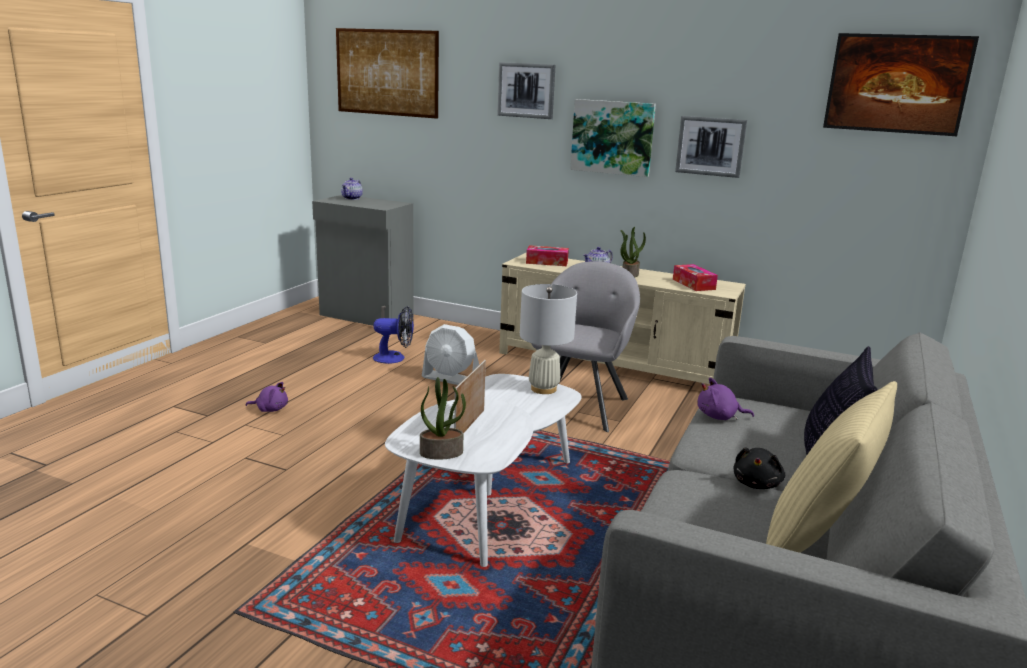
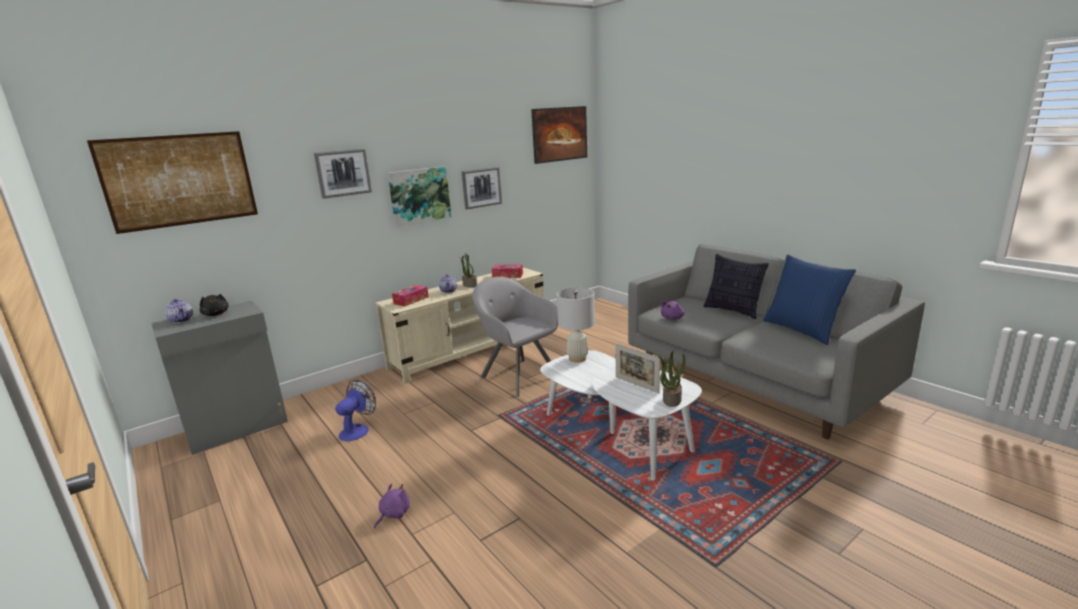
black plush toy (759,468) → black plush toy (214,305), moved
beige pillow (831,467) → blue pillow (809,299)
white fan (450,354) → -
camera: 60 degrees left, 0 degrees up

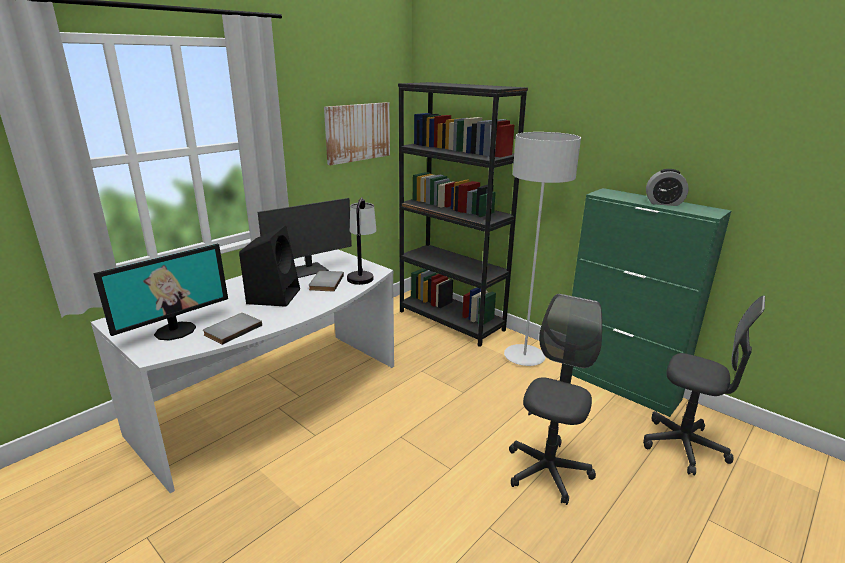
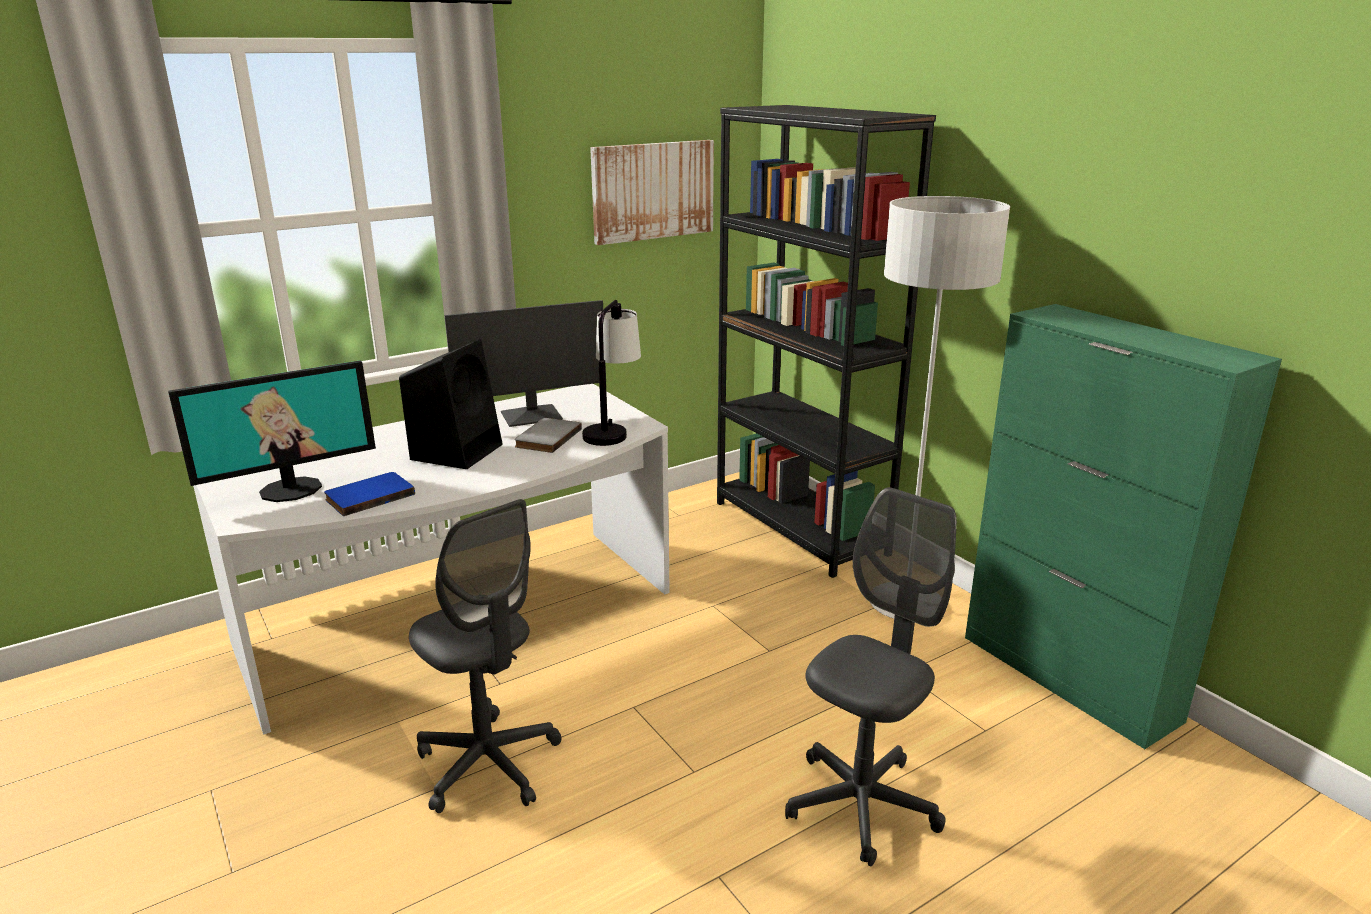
grey book (232,329) → blue book (369,494)
grey office chair (704,385) → grey office chair (485,656), moved
alarm clock (667,187) → -
camera: 15 degrees right, 0 degrees up

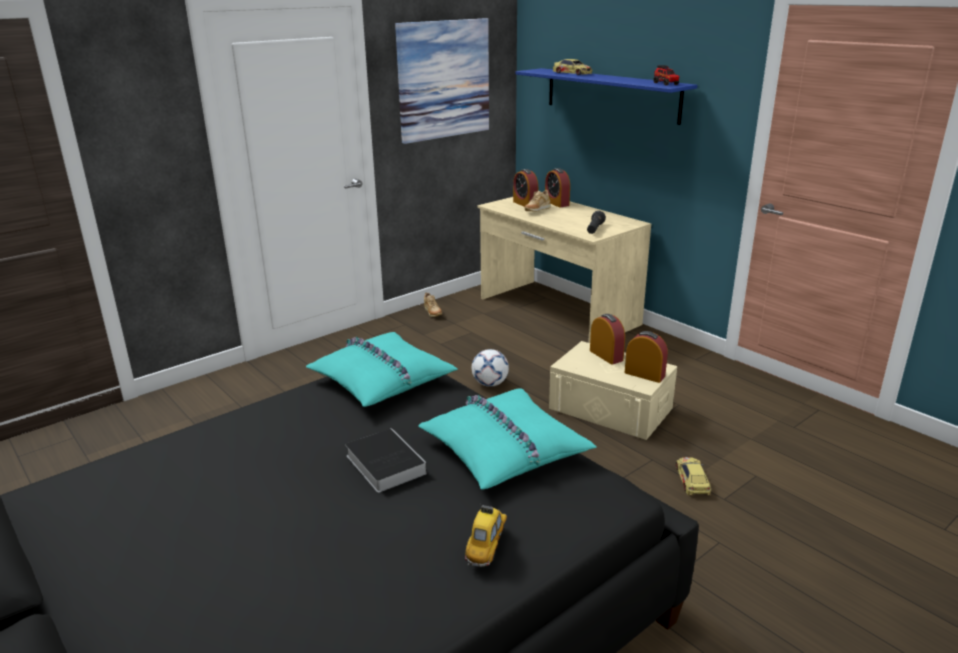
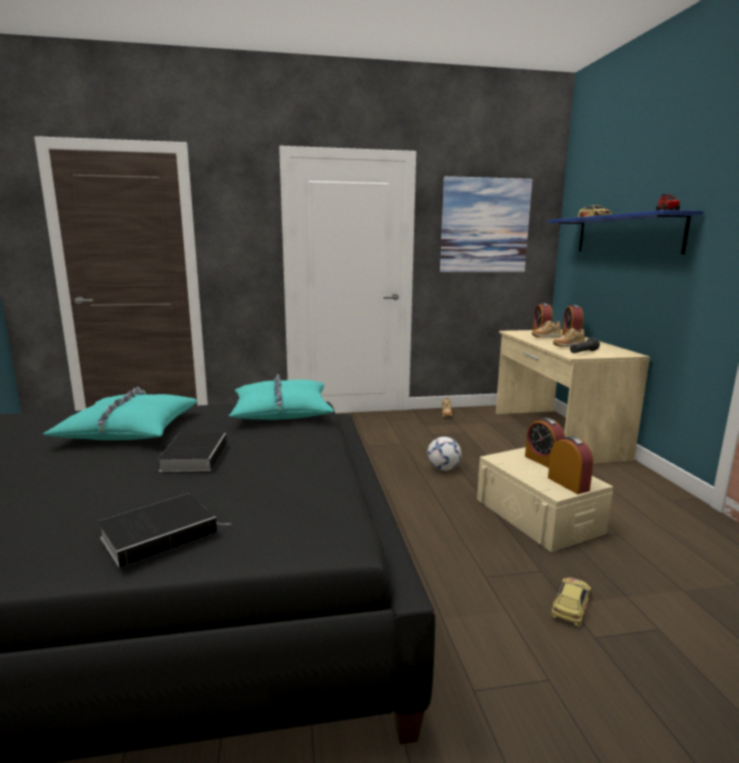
turquoise pillow (507,439) → turquoise pillow (120,413), moved
toy car (486,534) → book (164,531)
alarm clock (607,339) → alarm clock (545,443), 150 degrees clockwise
- → beige shoe (569,337)
camera: 30 degrees right, 10 degrees down

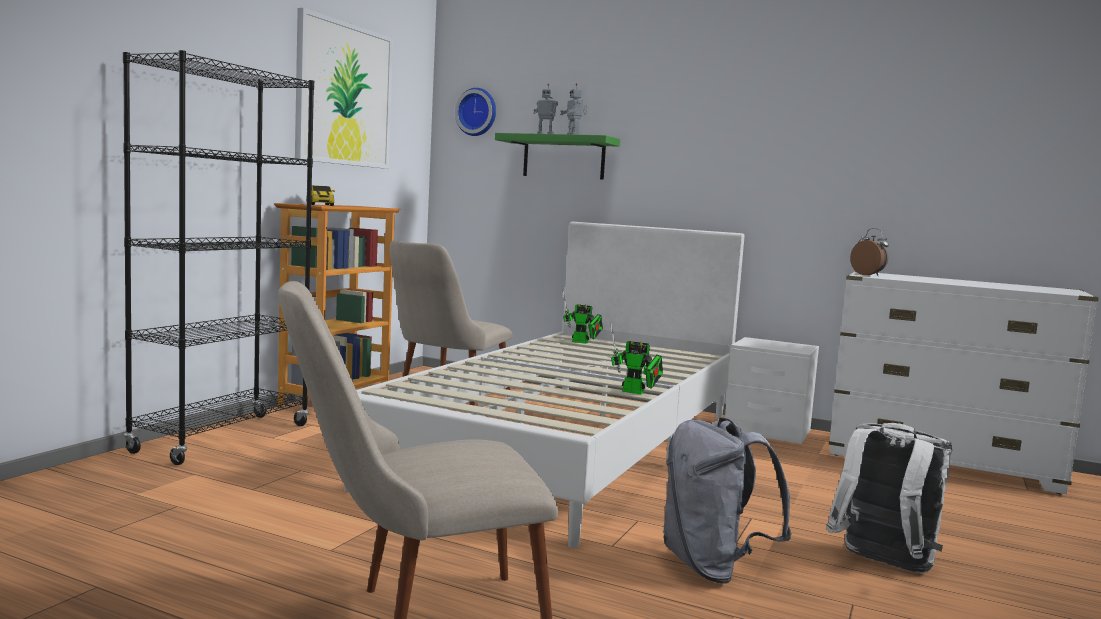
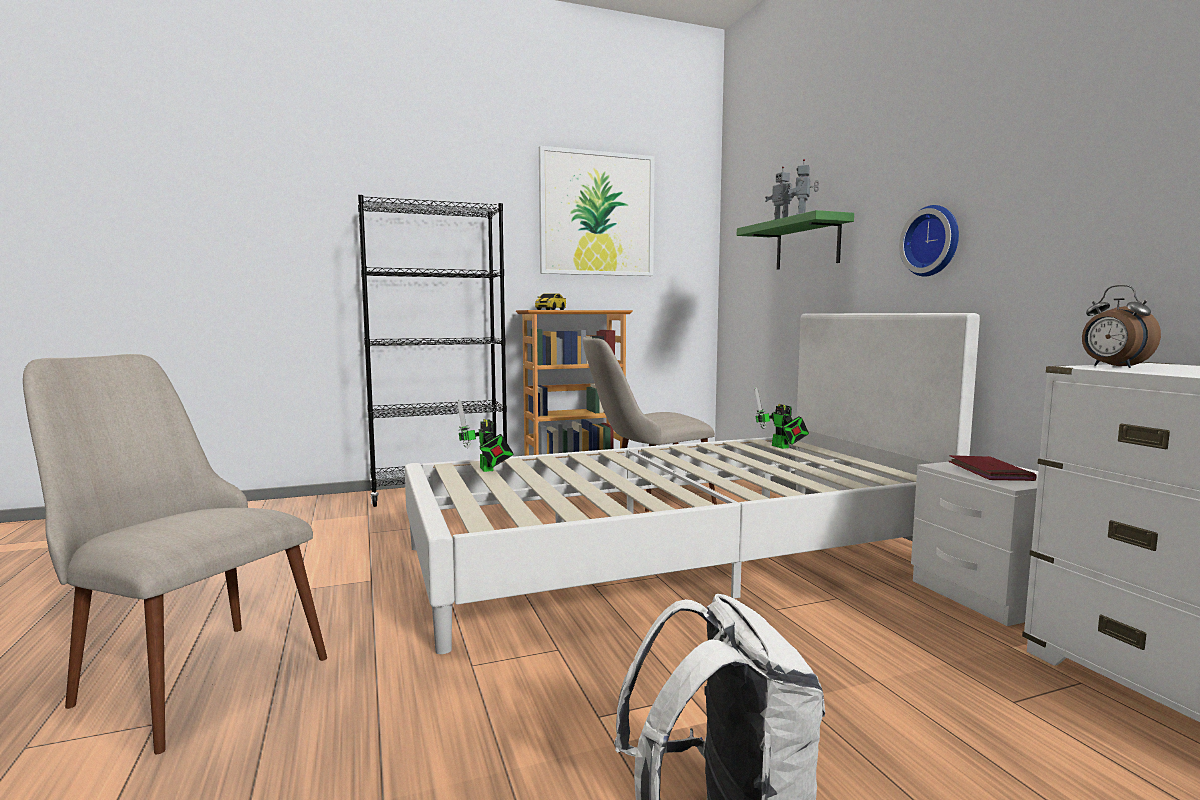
toy robot (636,358) → toy robot (485,436), moved
wall clock (475,112) → wall clock (929,241), moved
- → red book (993,468)
alarm clock (869,252) → alarm clock (1121,326), 150 degrees clockwise
grey backpack (727,500) → -
camera: 45 degrees right, 0 degrees up

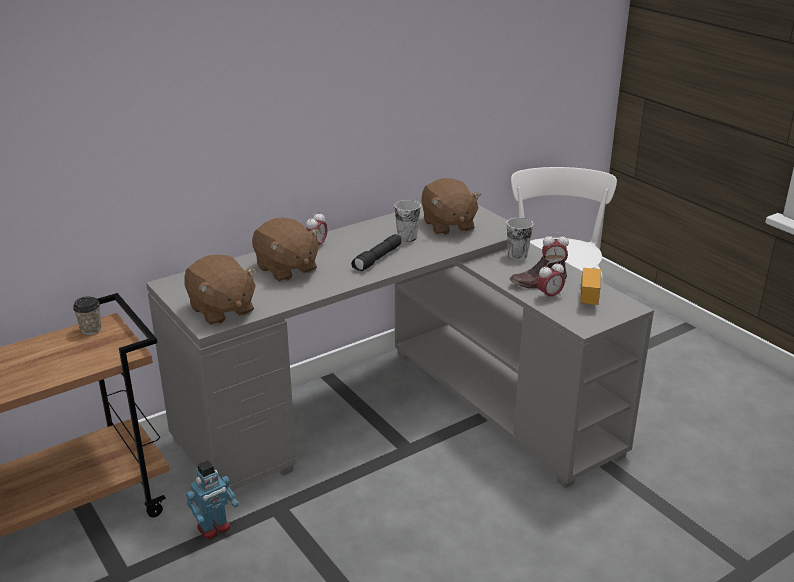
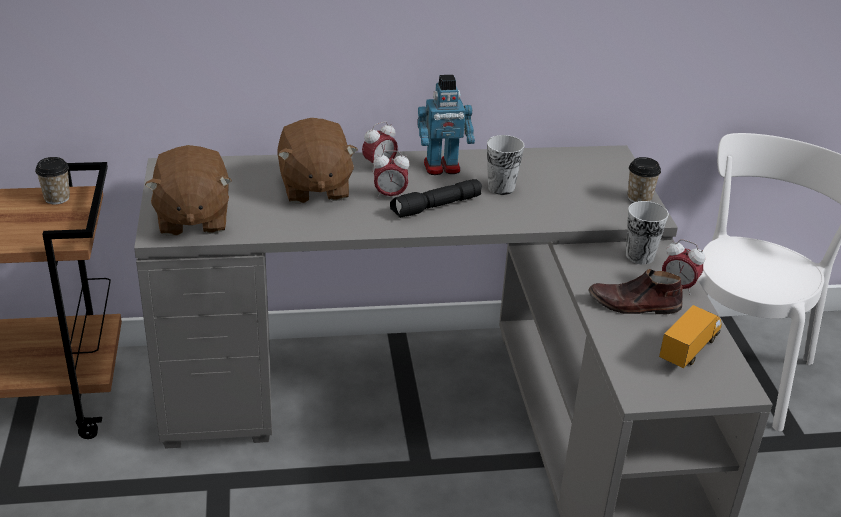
alarm clock (550,281) → alarm clock (391,174), moved
toy robot (212,499) → toy robot (446,125), moved
- → cup (644,180)
brown plush toy (451,206) → -
camera: 25 degrees right, 5 degrees up

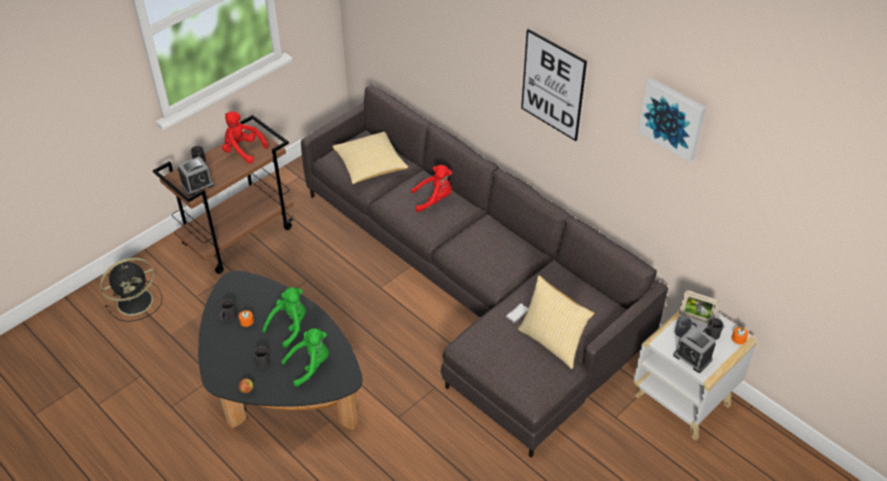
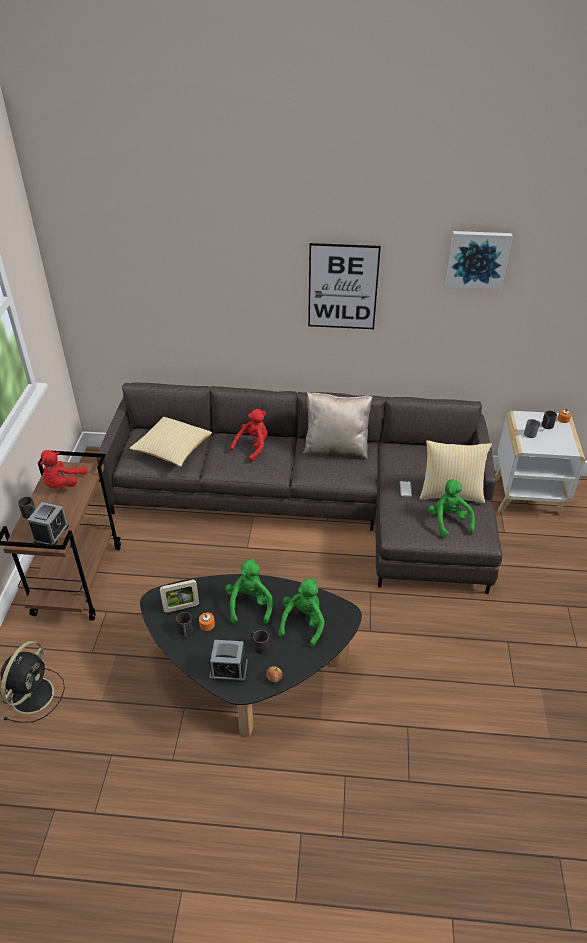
red plush toy (245,137) → red plush toy (64,469), 60 degrees counterclockwise
picture frame (699,306) → picture frame (179,596), moved
alarm clock (694,349) → alarm clock (228,661), moved
- → beige pillow (337,425)
- → green plush toy (451,508)
camera: 40 degrees left, 5 degrees down

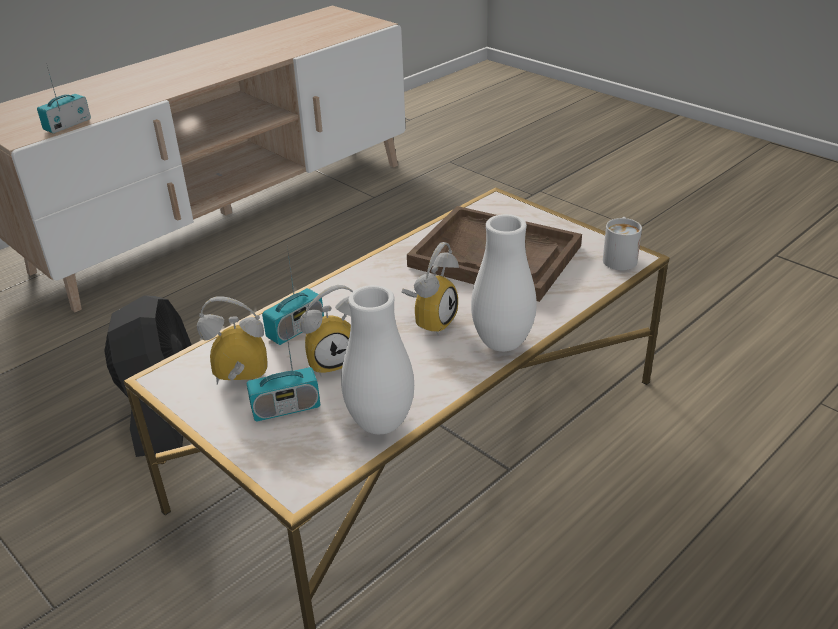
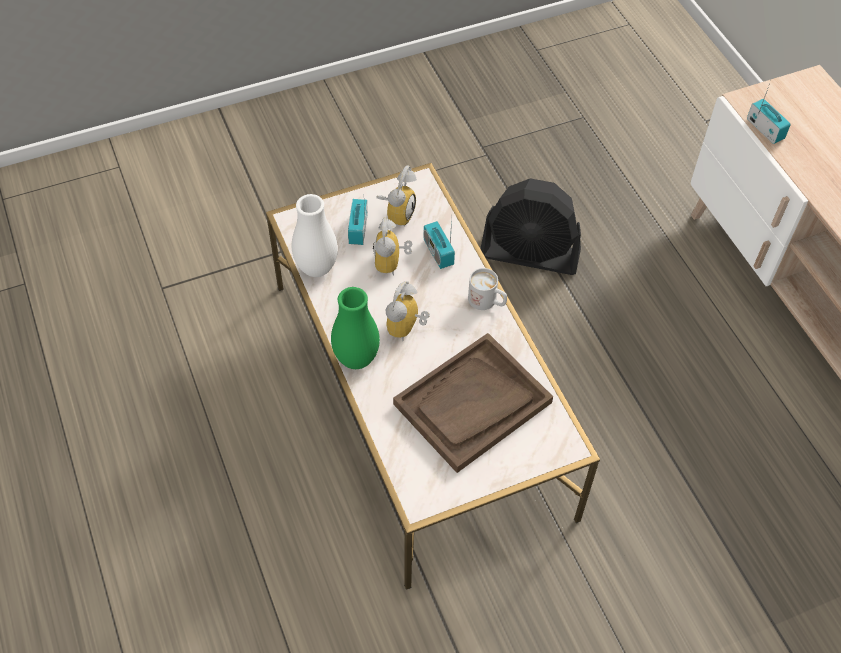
white vase (504,283) → green vase (355,328)
alarm clock (430,289) → alarm clock (408,311), 60 degrees clockwise
white mug (622,243) → white mug (487,289), moved
camera: 110 degrees right, 20 degrees up

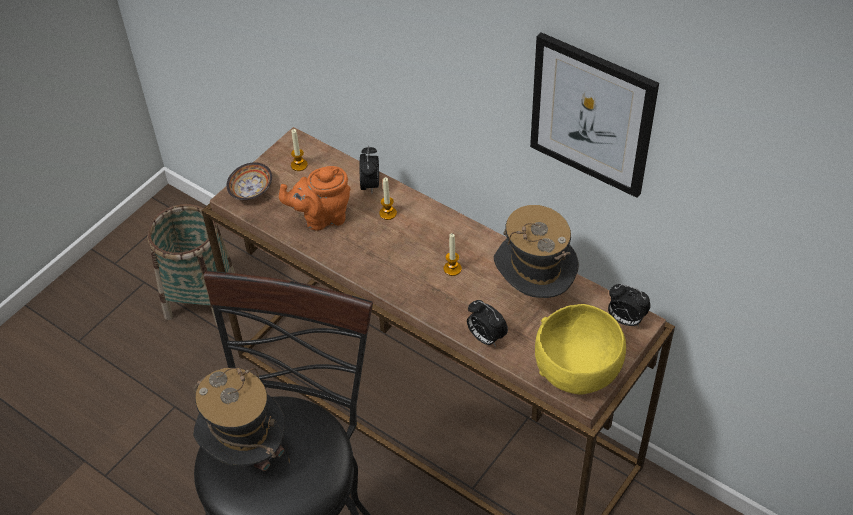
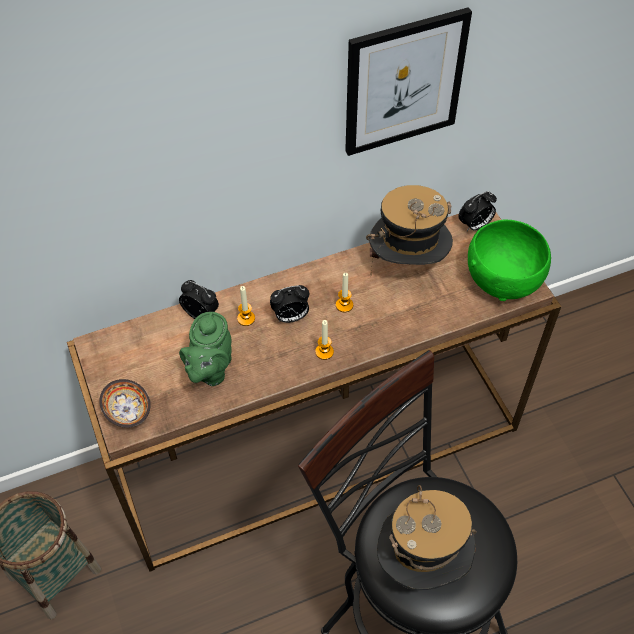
orange teapot (315,198) → green teapot (205,349)
alarm clock (487,323) → alarm clock (289,304), moved
candle (299,150) → candle (324,340), moved
yellow bowl (580,349) → green bowl (509,260)
camera: 60 degrees left, 5 degrees up

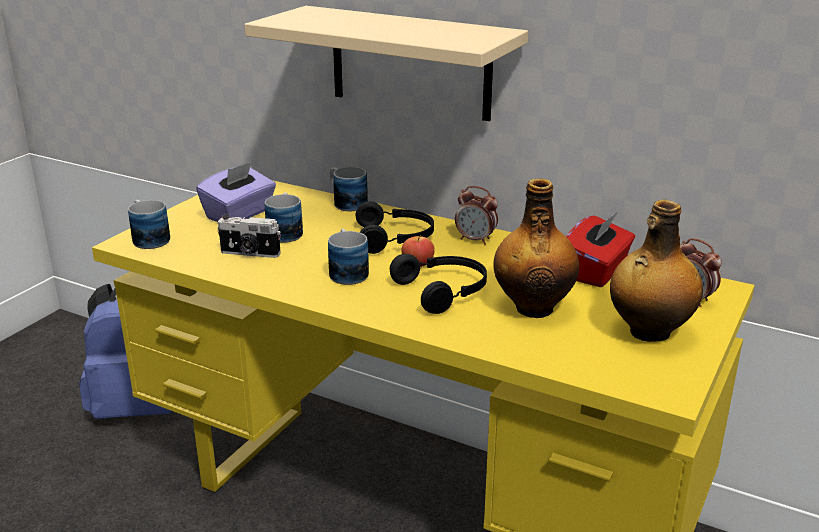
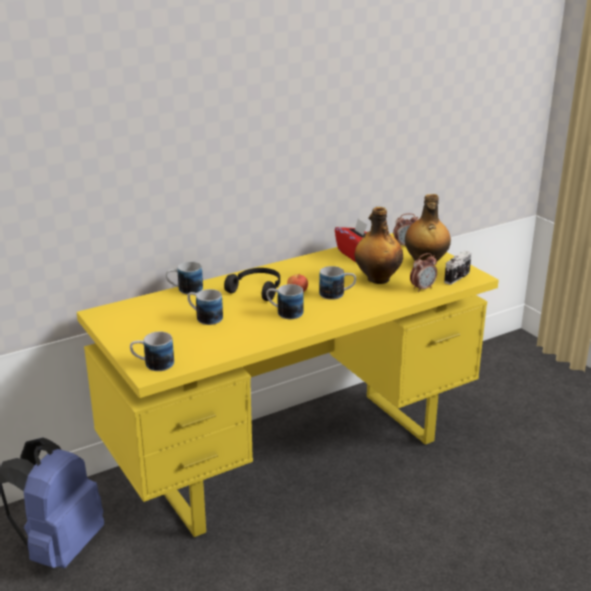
black headphones (438,284) → mug (337,283)
alarm clock (476,215) → alarm clock (423,272), moved
photo camera (249,236) → photo camera (458,268), moved
purple tissue box (236,192) → -
beige shelf (386,63) → -
camera: 60 degrees left, 0 degrees up

